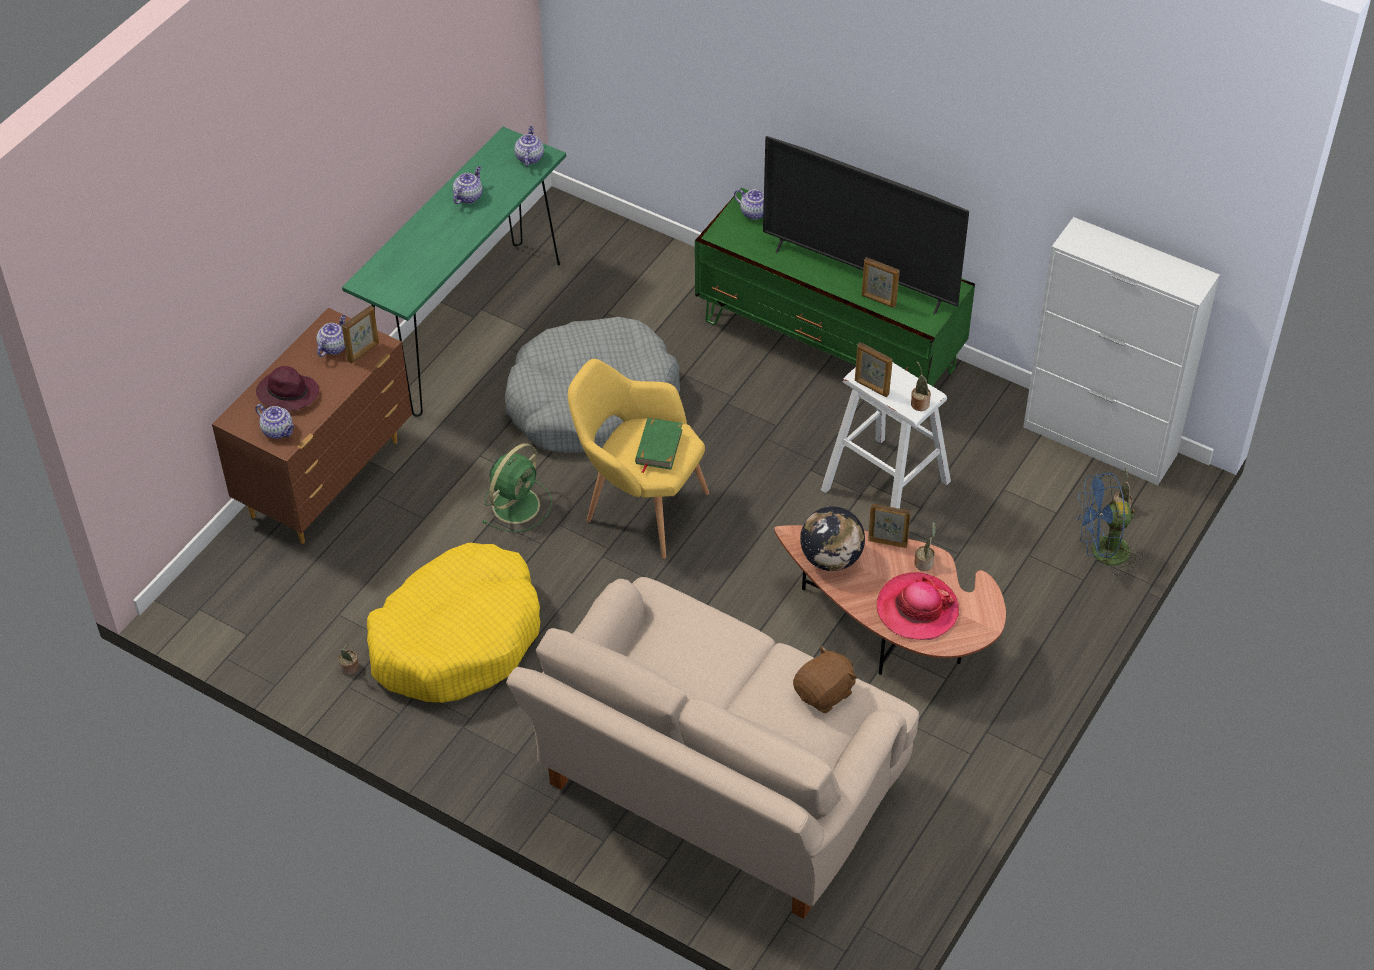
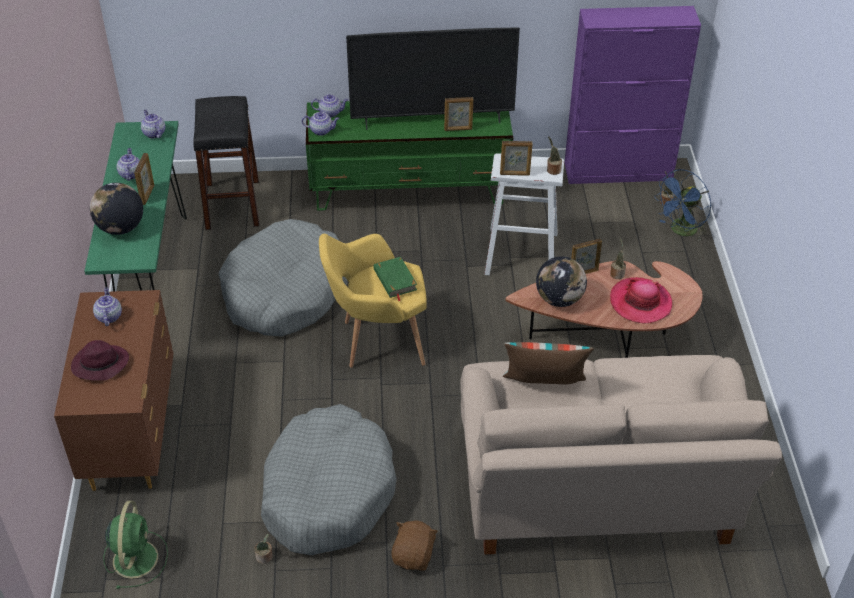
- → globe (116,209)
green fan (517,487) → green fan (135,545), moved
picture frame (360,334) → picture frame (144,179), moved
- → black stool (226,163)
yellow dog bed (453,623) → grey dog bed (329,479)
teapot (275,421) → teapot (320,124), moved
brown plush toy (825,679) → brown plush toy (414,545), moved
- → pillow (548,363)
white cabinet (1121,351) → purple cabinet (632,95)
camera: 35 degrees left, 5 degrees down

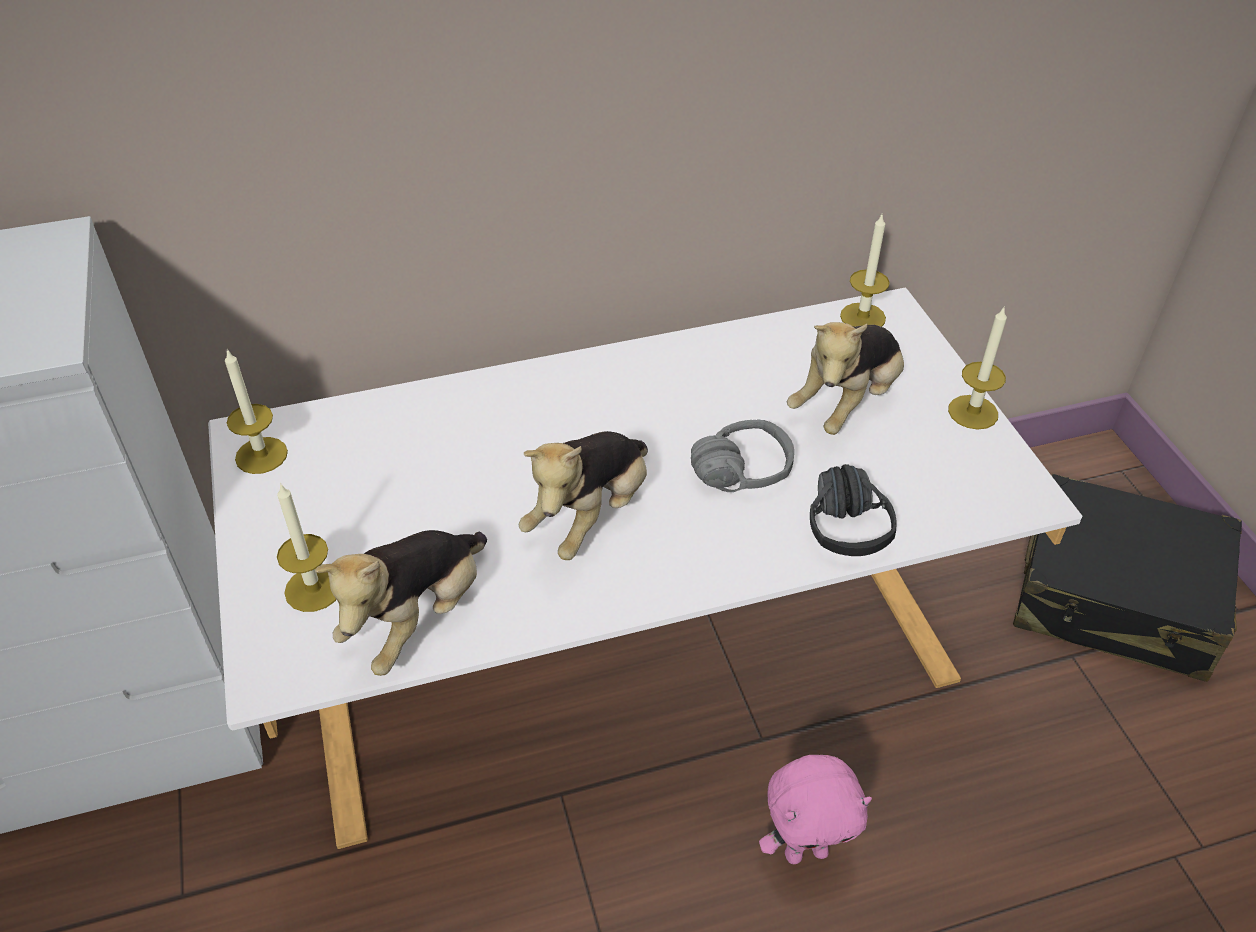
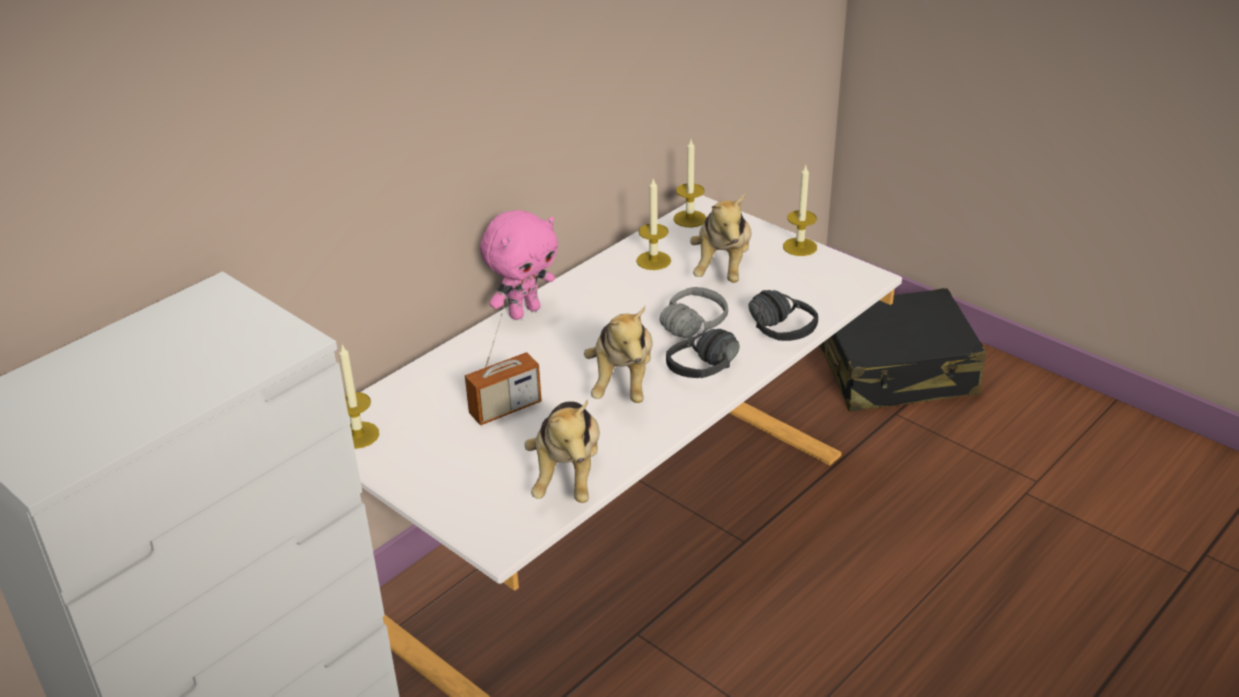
- → radio (503,369)
pink plush toy (815,809) → pink plush toy (519,265), moved
candle (307,547) → candle (653,224), moved
- → black headphones (703,353)
camera: 30 degrees left, 10 degrees down

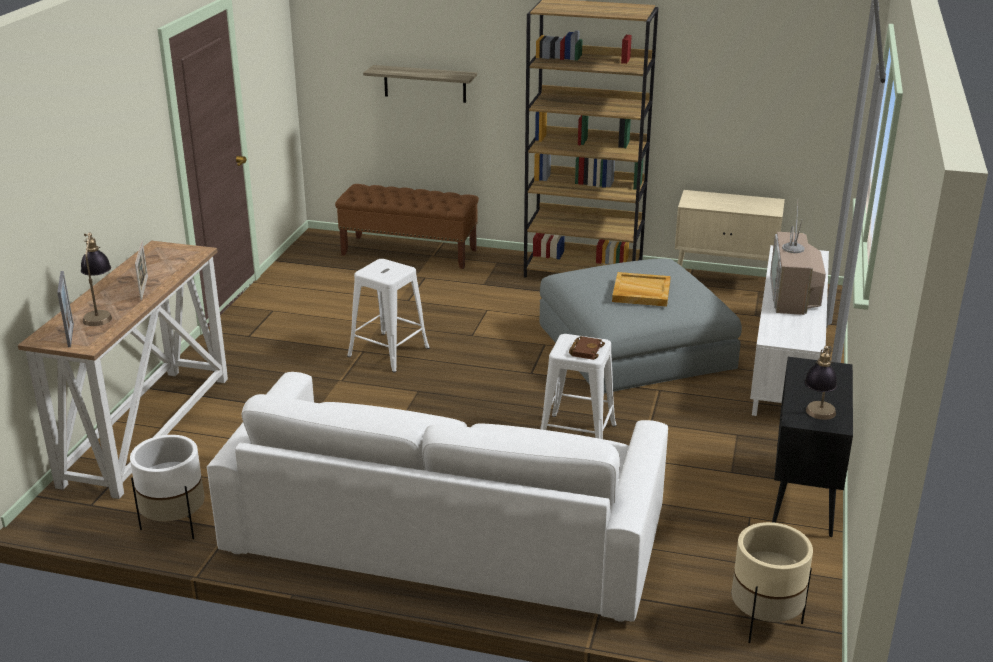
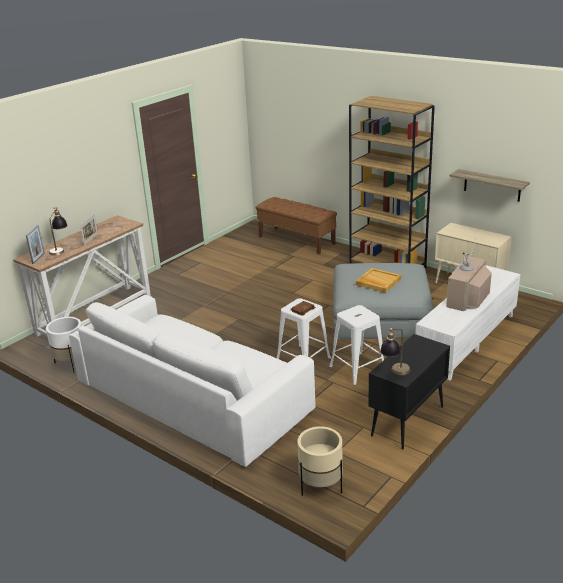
white stool (388,316) → white stool (356,345), moved
shelf (420,84) → shelf (489,185), moved
camera: 25 degrees right, 0 degrees up

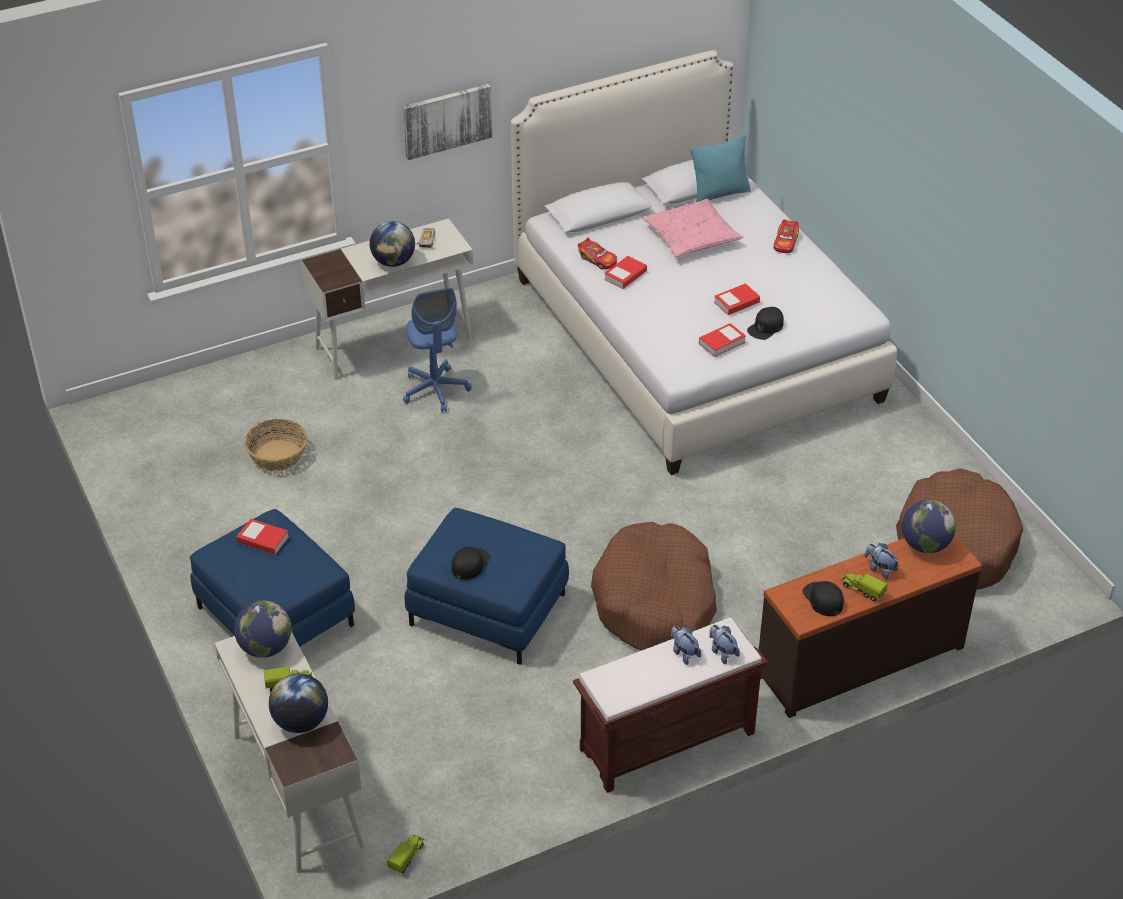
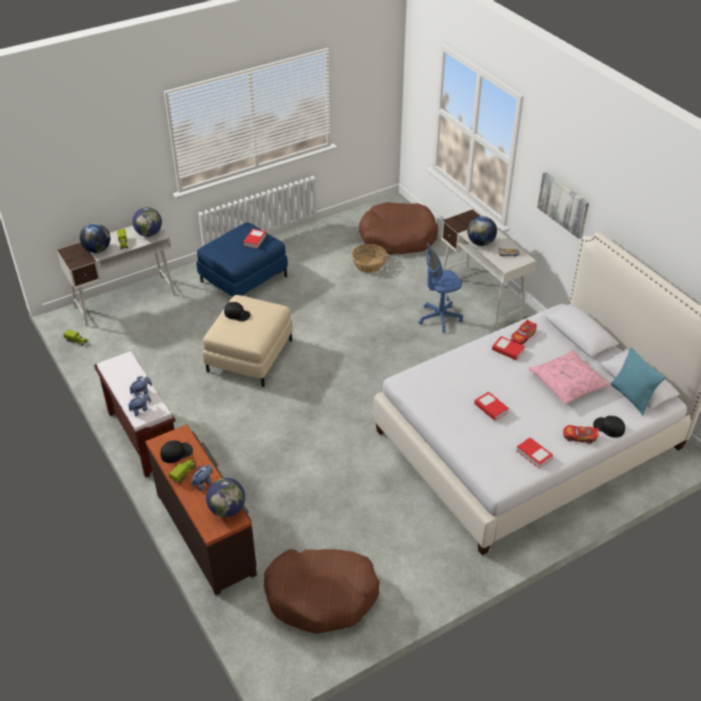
blue ottoman (487,586) → beige ottoman (248,341)
brown dog bed (654,586) → brown dog bed (398,228), moved
book (722,340) → book (534,453), moved
black cap (765,323) → black cap (609,427), moved
camera: 85 degrees right, 0 degrees up

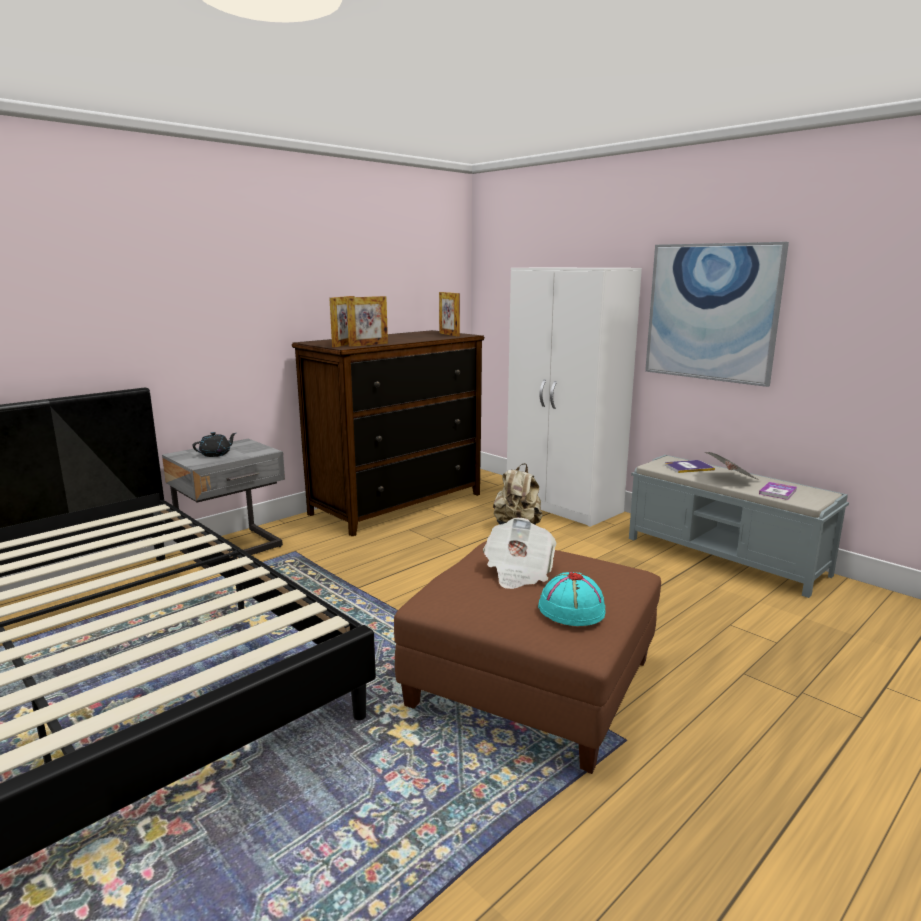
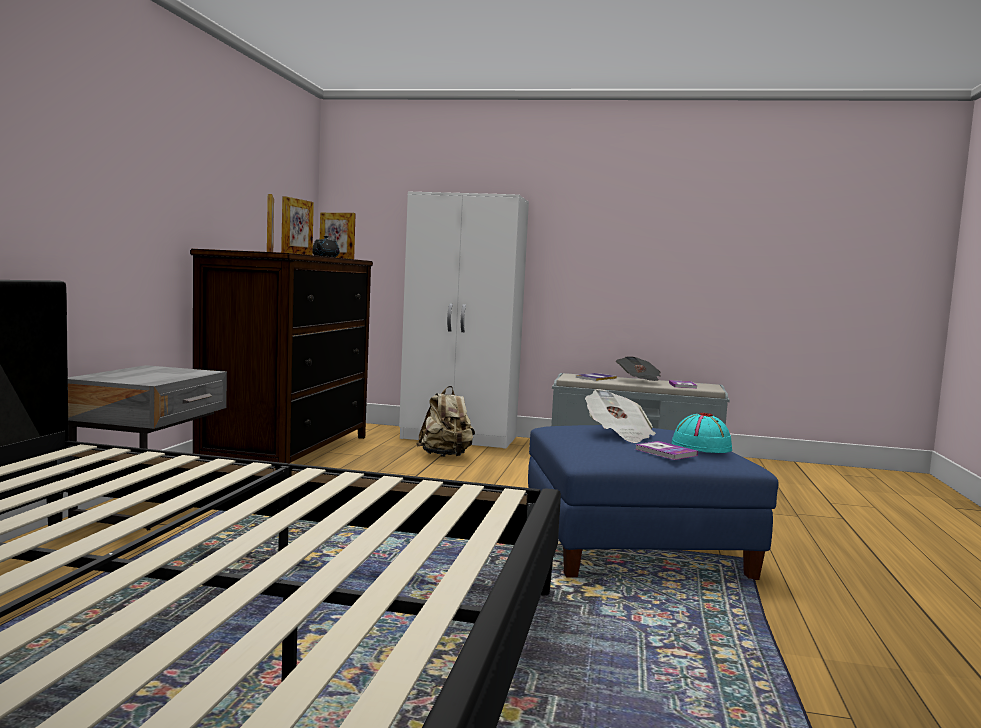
black teapot (214,444) → black teapot (326,246), moved
brown ottoman (527,657) → blue ottoman (653,502)
- → book (666,450)
picture (717,314) → -
camera: 35 degrees left, 10 degrees down

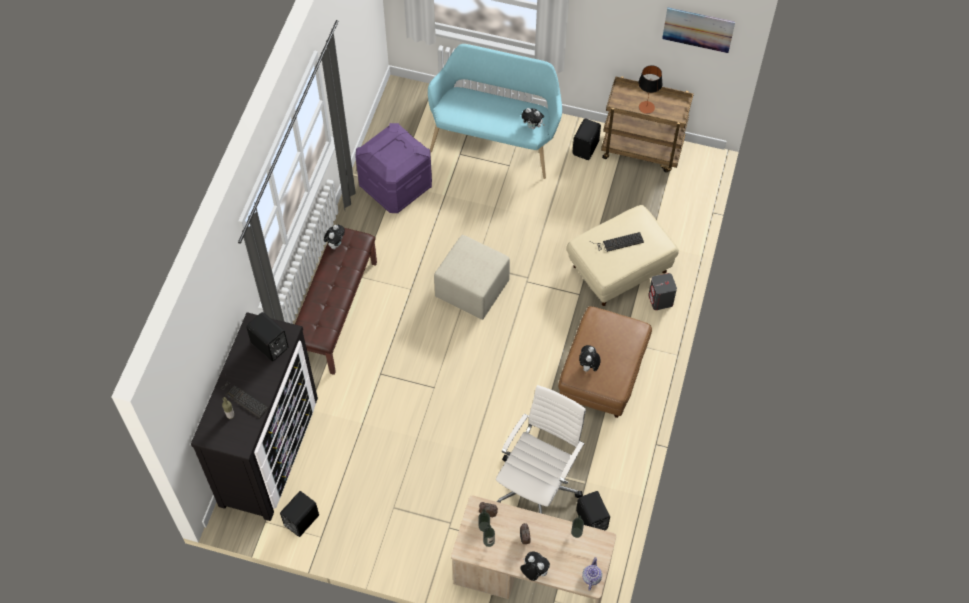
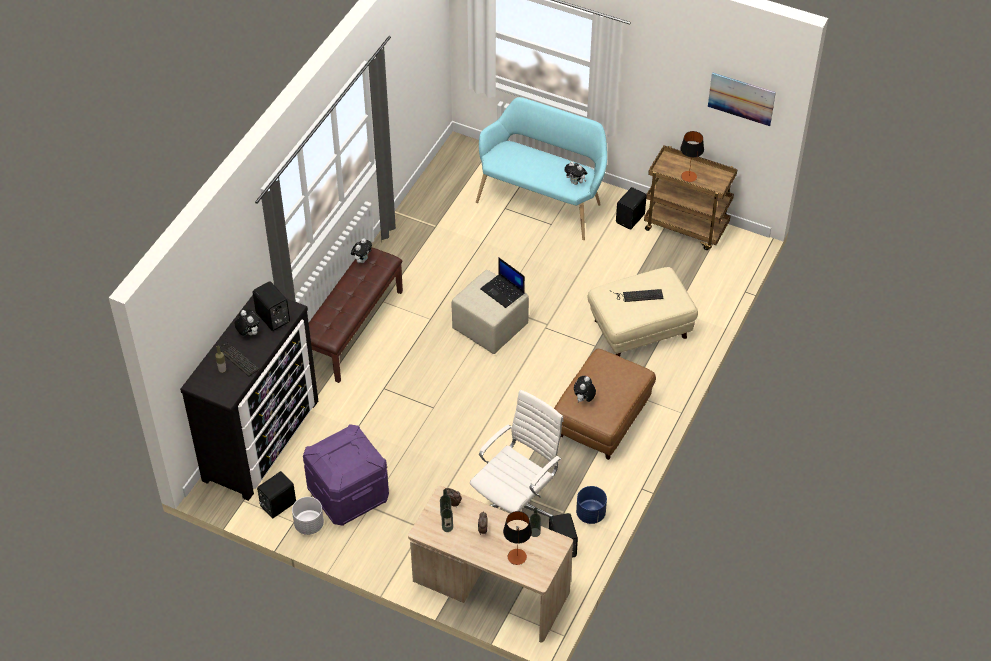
plush toy (535,566) → plush toy (247,322), moved
- → white planter (308,516)
purple storage box (394,168) → purple storage box (346,475), moved
- → laptop (502,282)
- → table lamp (517,538)
- → blue planter (591,505)
teapot (592,574) → -
grey speaker (662,291) → -
camera: 10 degrees right, 10 degrees down

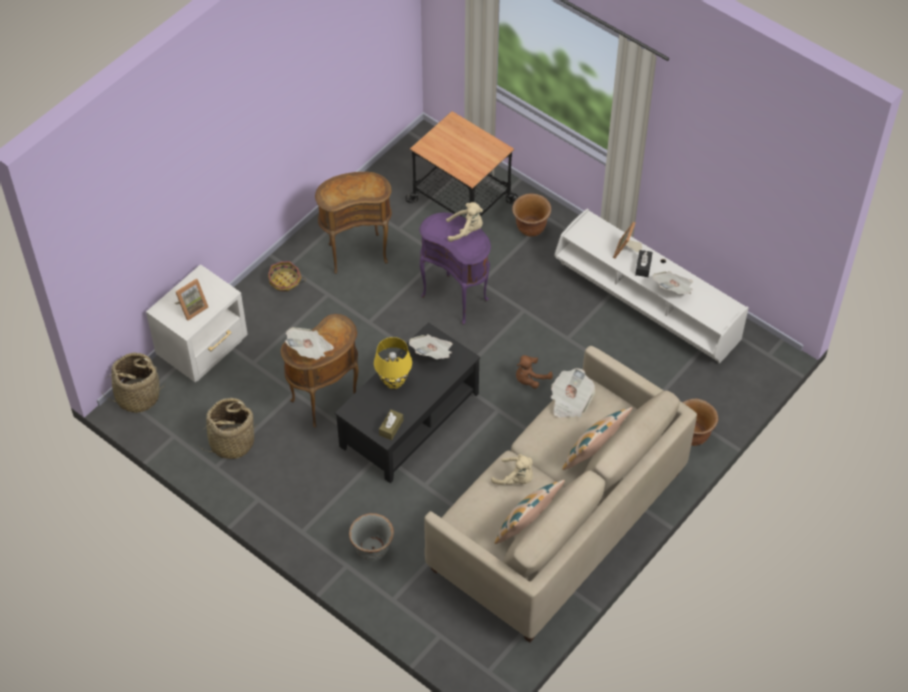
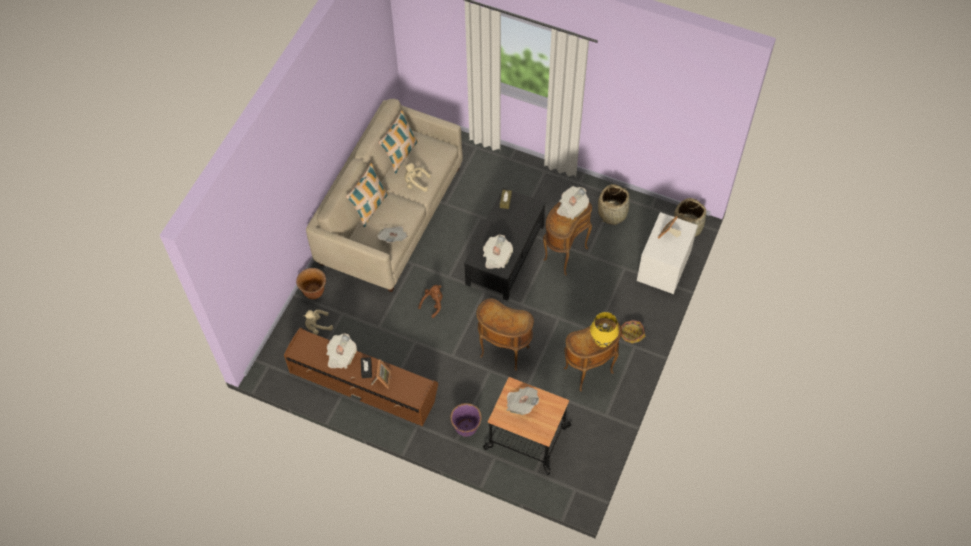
white tv stand (651,286) → brown tv stand (361,377)
beige plush toy (464,222) → beige plush toy (318,322), moved
brown planter (531,215) → purple planter (466,420)
purple side table (455,269) → brown side table (505,334)
- → newspaper (523,401)
yellow table lamp (393,363) → yellow table lamp (604,329), moved
grey planter (371,537) → -
camera: 165 degrees right, 5 degrees up

